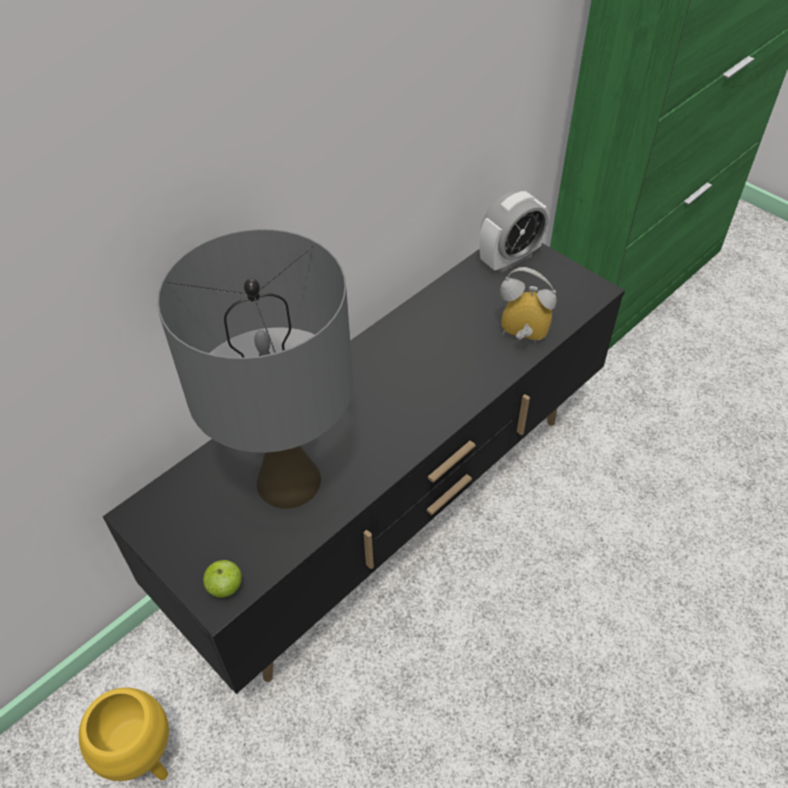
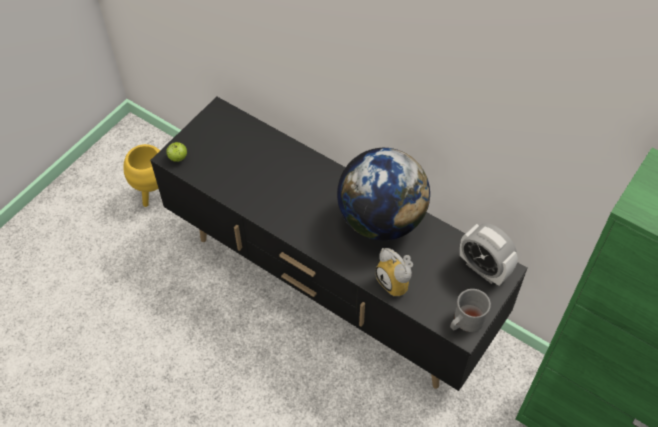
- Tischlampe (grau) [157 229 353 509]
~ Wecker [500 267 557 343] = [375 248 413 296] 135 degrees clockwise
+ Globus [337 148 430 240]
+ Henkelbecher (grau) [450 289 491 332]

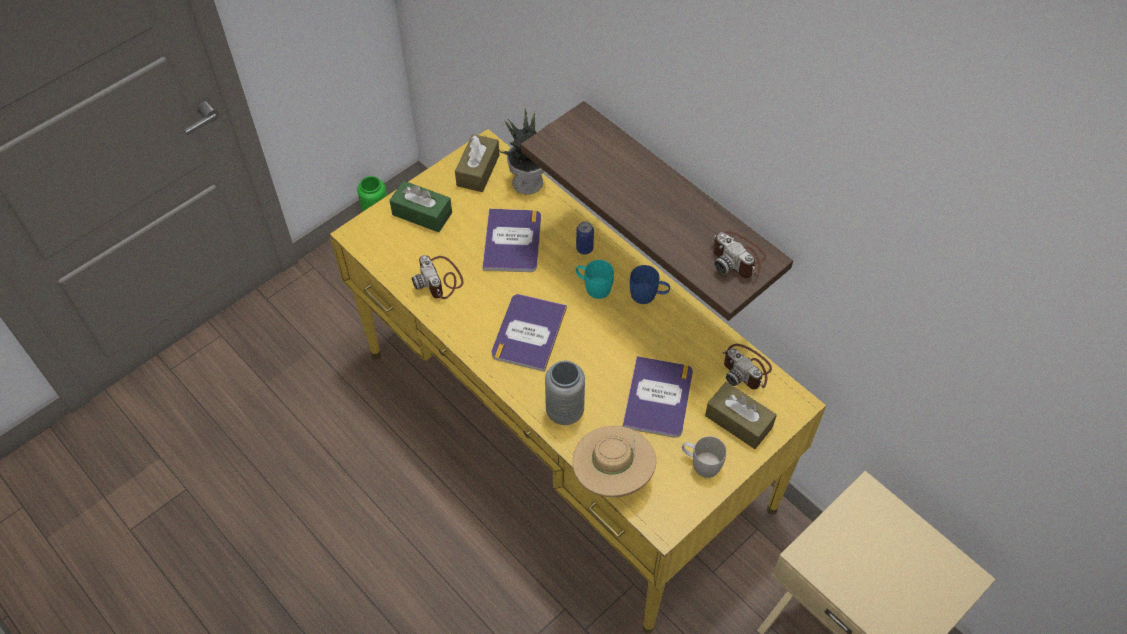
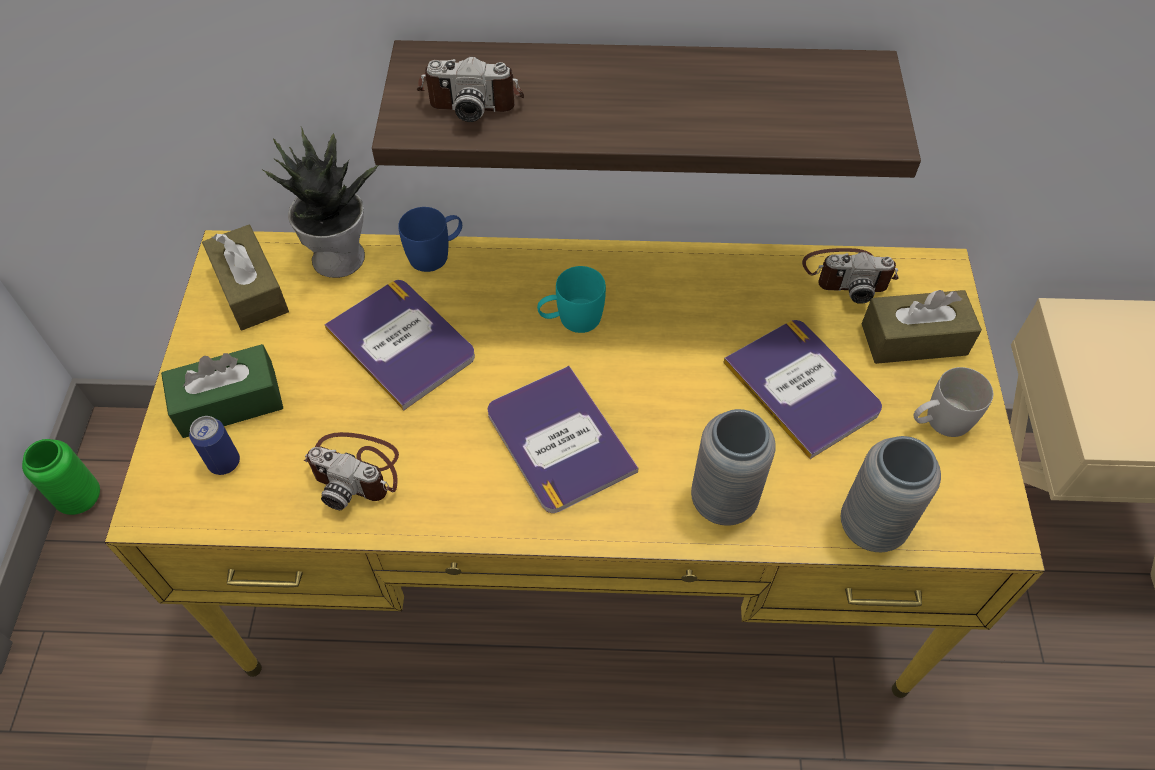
~ Dose [576 221 594 255] to [189 416 240 475]
~ Kamera [713 231 766 278] to [416 57 524 122]
~ Henkelbecher (blau) [630 265 670 304] to [398 207 462 272]
~ Hut (beige) [572 426 656 497] to Vase (grau) [841 436 941 552]

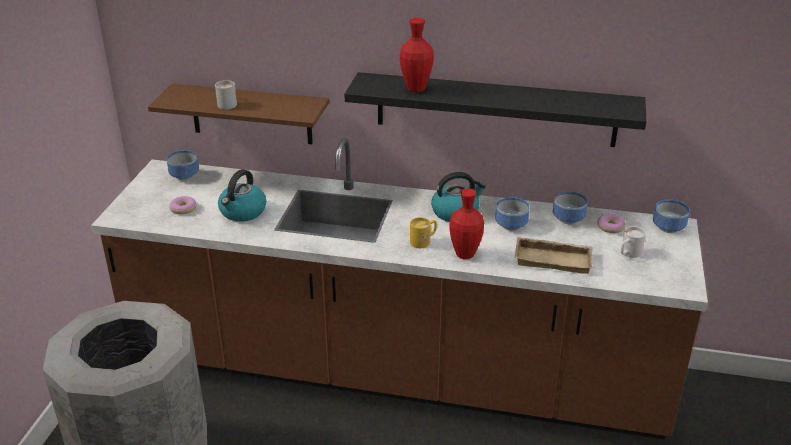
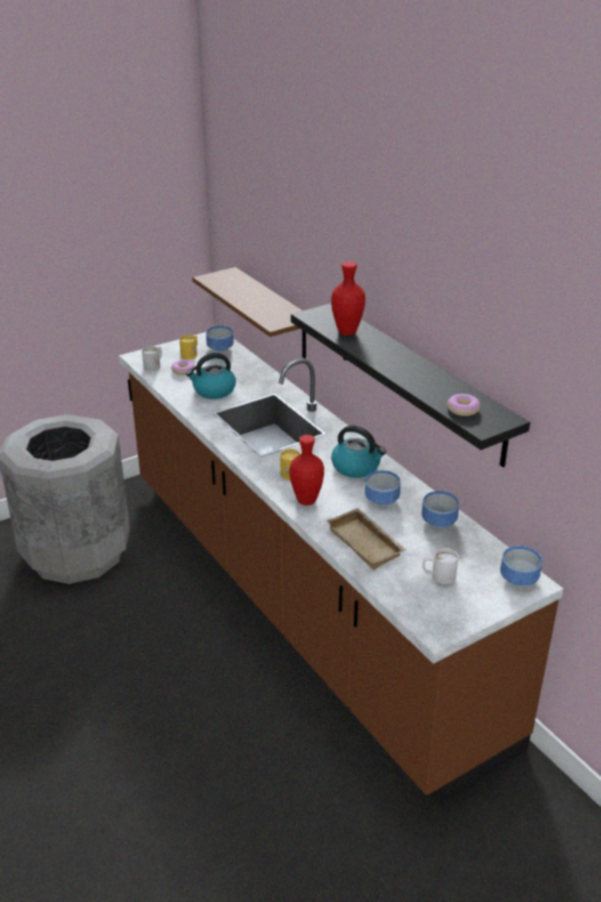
~ Henkelbecher (weiß) [215 80 237 109] to [142 346 162 371]
~ Donut [597 214 626 233] to [447 394 480 416]
+ Henkelbecher (gelb) [179 335 198 360]

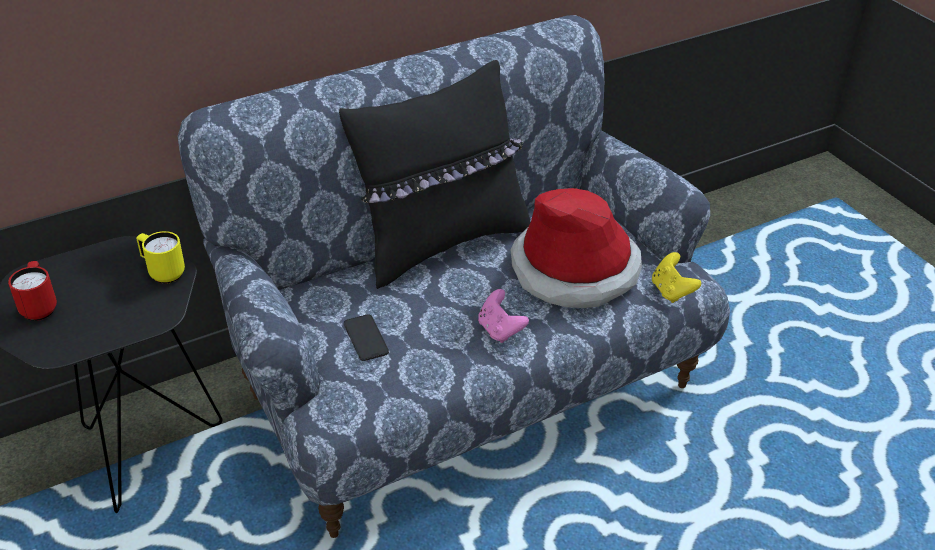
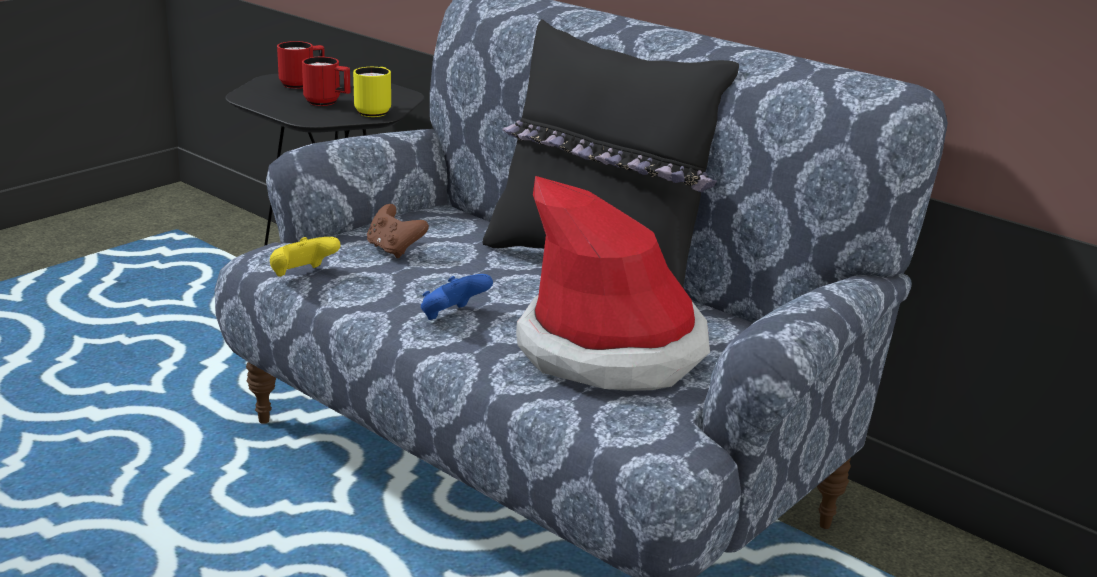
~ Gamepad (gelb) [652 252 701 303] to [270 237 341 277]
~ Gamepad (rosa) [478 289 529 343] to Gamepad (blau) [421 274 493 320]
~ Handy [344 314 389 361] to Gamepad (braun) [367 204 429 258]
+ Henkelbecher (rot) [302 57 351 106]

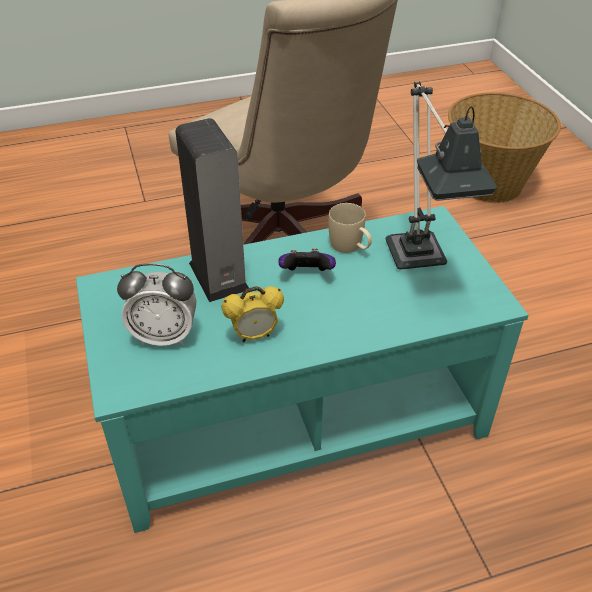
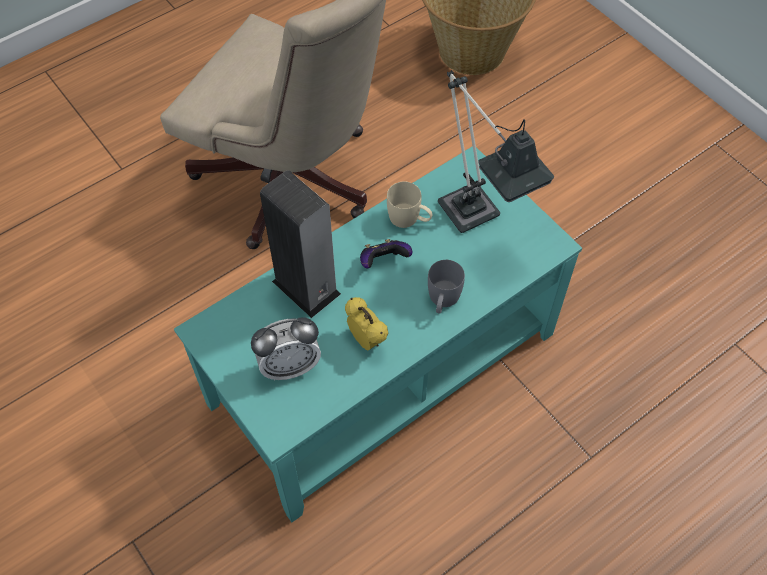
~ Wecker [221 286 284 342] = [345 297 388 351] 90 degrees counterclockwise
+ Henkelbecher (grau) [428 260 465 314]

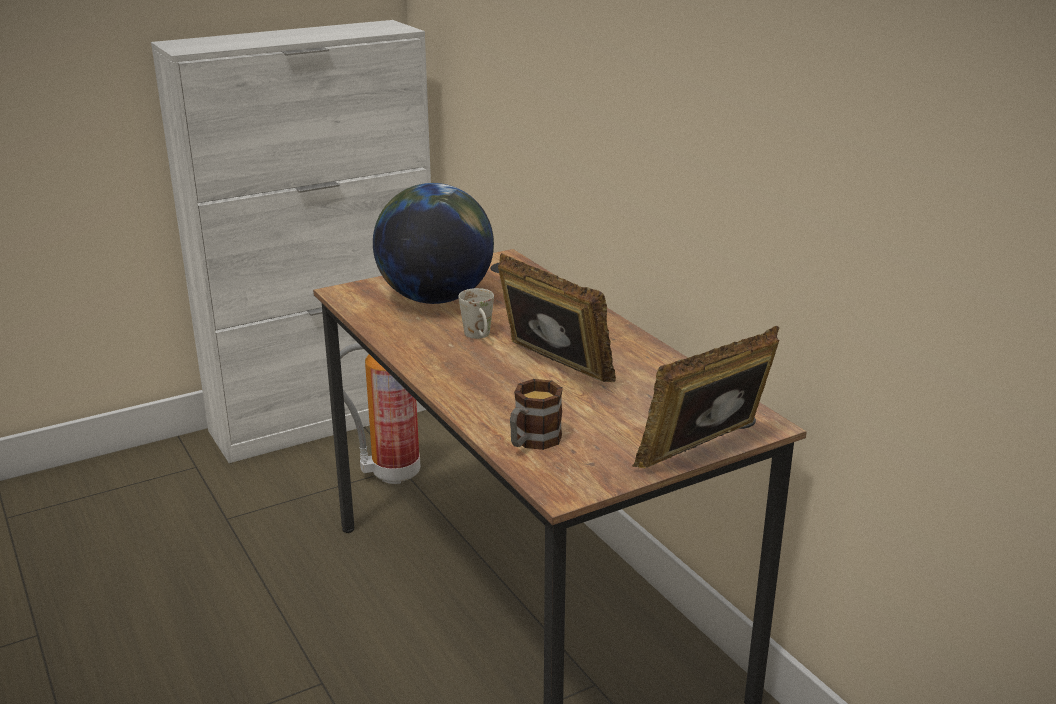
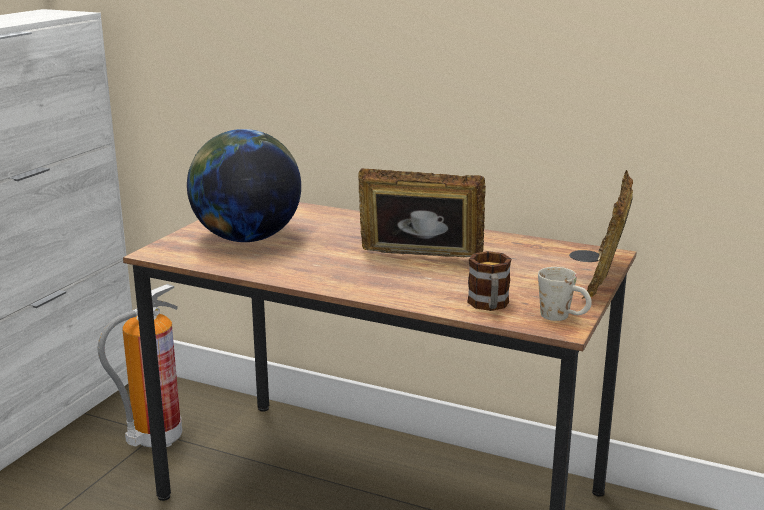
~ Henkelbecher (weiß) [458 288 494 339] to [538 267 592 321]

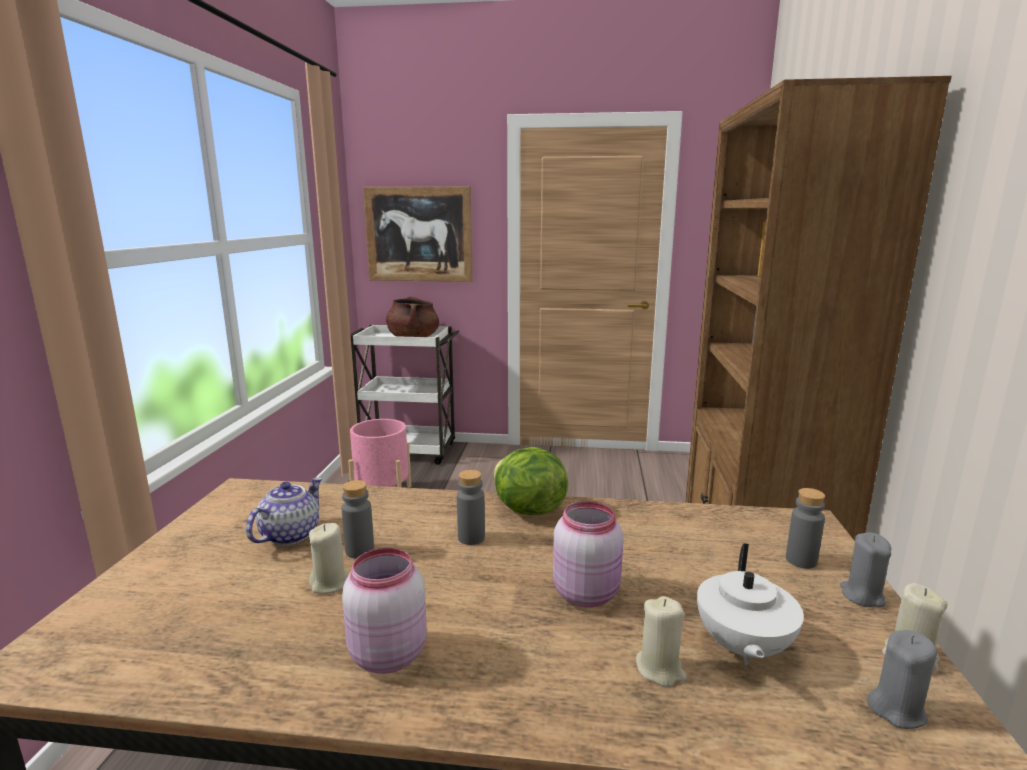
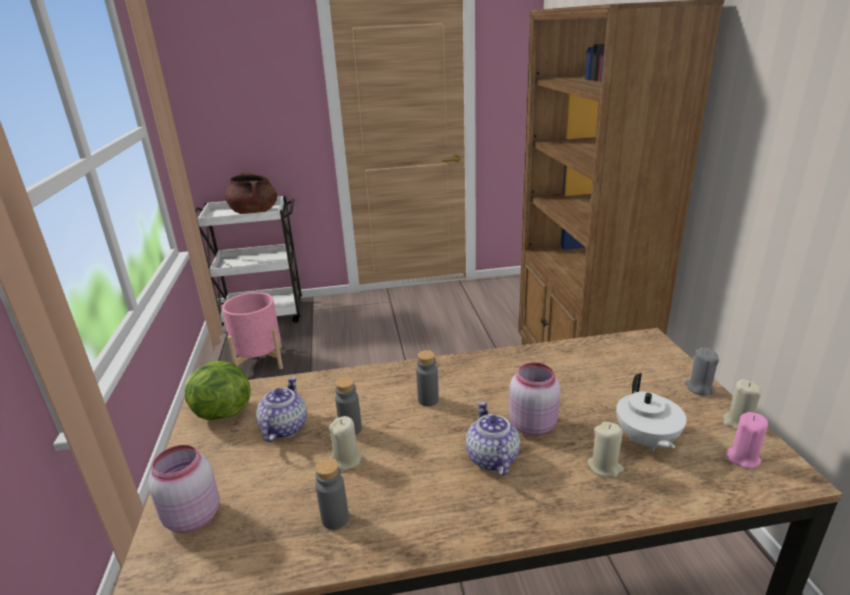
- Bild [363 186 473 282]
~ Salatkopf [494 447 568 515] to [185 361 251 420]
~ Flasche (grau) [786 488 825 569] to [315 458 349 530]
~ Vorratsglas (rosa) [342 548 427 674] to [148 445 220 533]
~ Kerze (grau) [867 630 937 729] to Kerze (rosa) [726 412 768 469]
+ Teekanne [466 401 520 476]

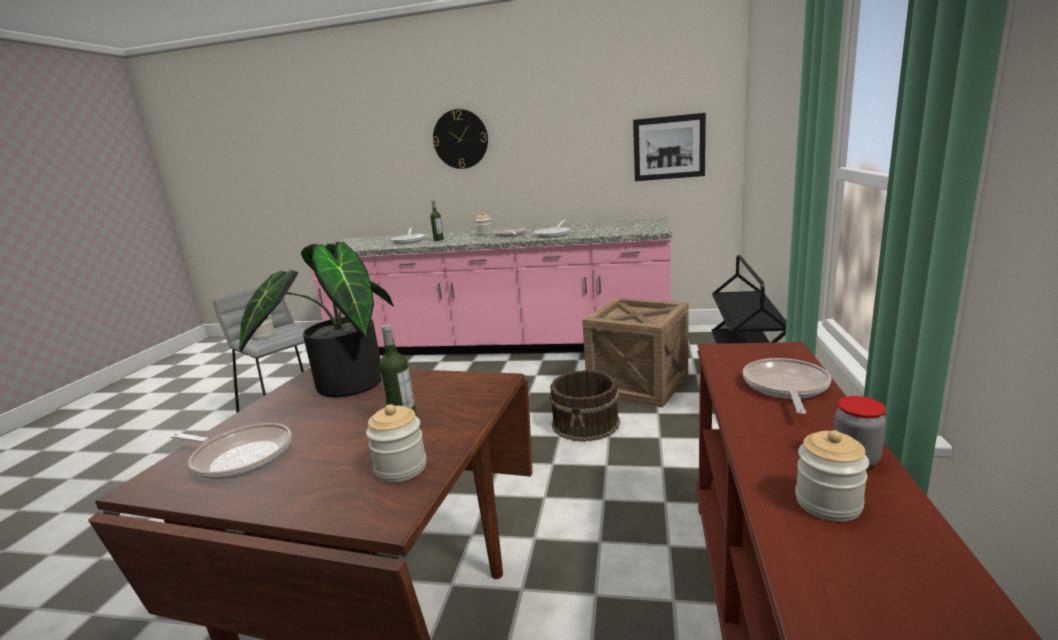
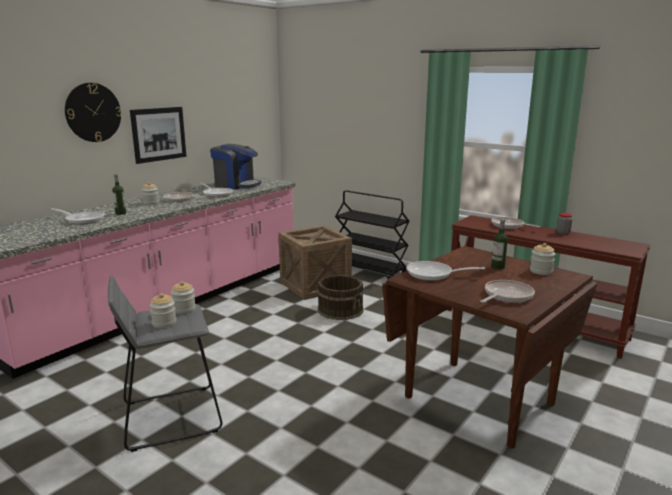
~ Bild [633 113 706 181] to [130 107 186 164]
~ Topfpflanze [239 242 394 398] to Pfanne [406 261 485 281]
~ Vorratsglas [795 430 869 522] to [171 281 196 314]
+ Kaffeemaschine [210 144 262 190]

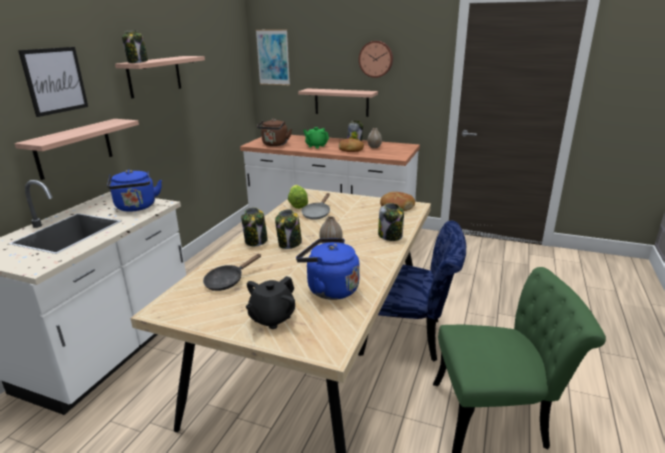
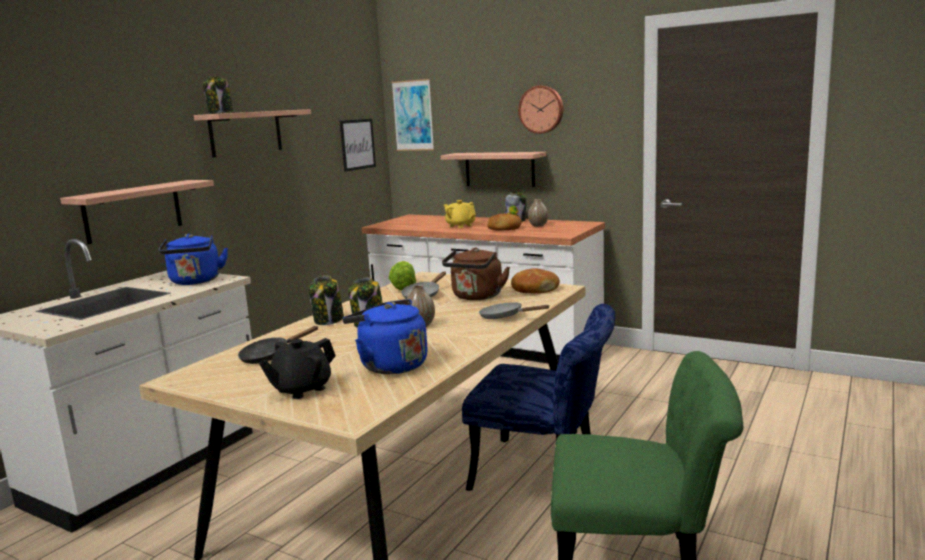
~ Bild [18 47 88 117] to [340 119 376 172]
~ Wasserkessel (braun) [257 119 292 146] to [442 248 510 300]
~ Teekanne (grün) [303 127 329 148] to Teekanne (gelb) [444 200 476 228]
~ Vorratsglas [378 203 404 241] to Pfanne (grau) [479 302 550 319]

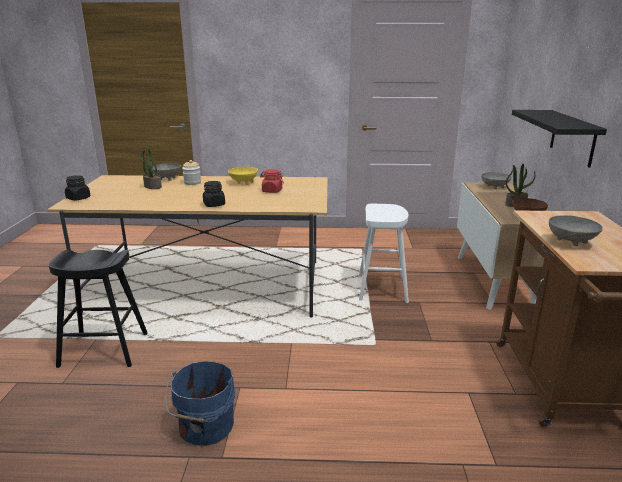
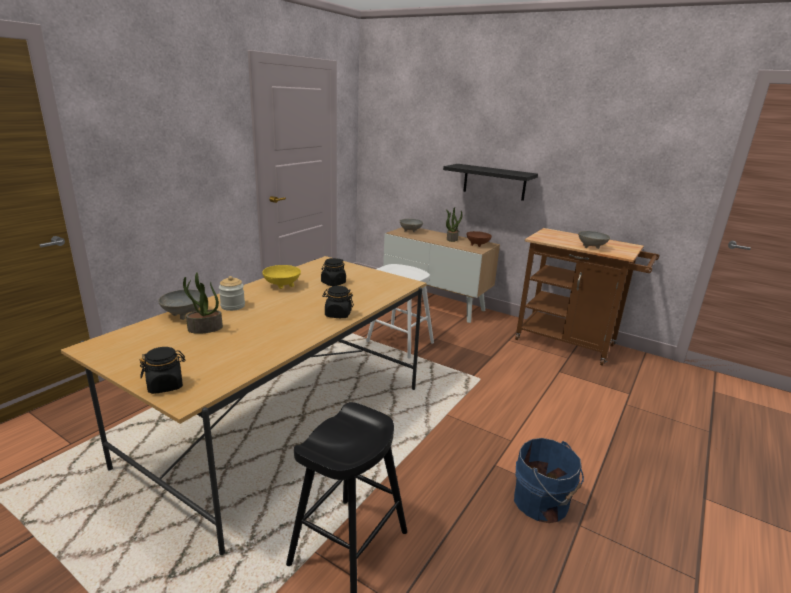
~ Vorratsglas (rot) [260 169 284 193] to Vorratsglas (schwarz) [321 258 346 286]

